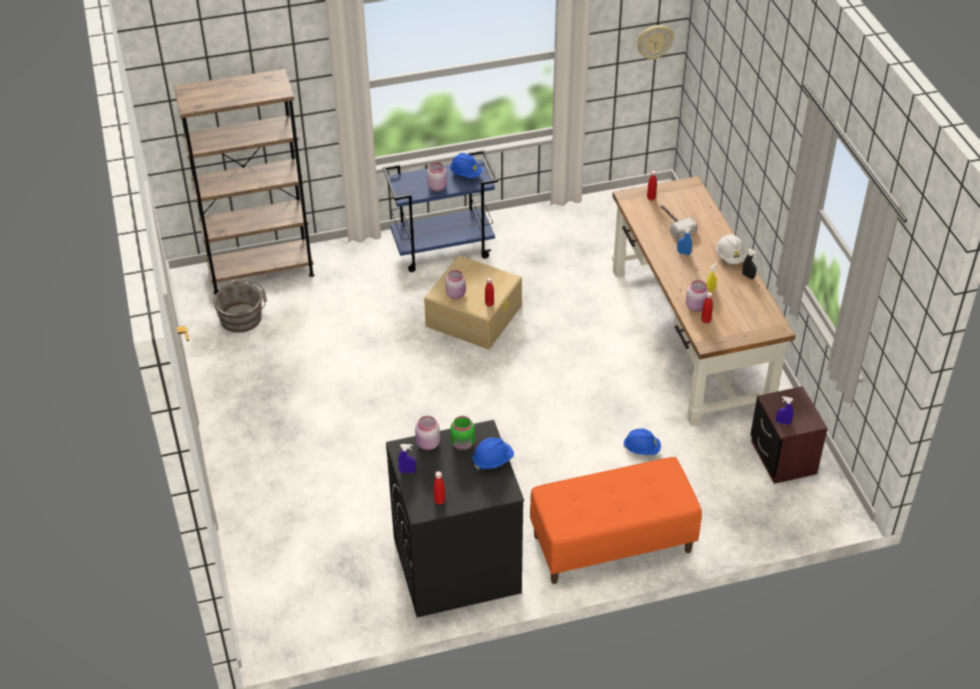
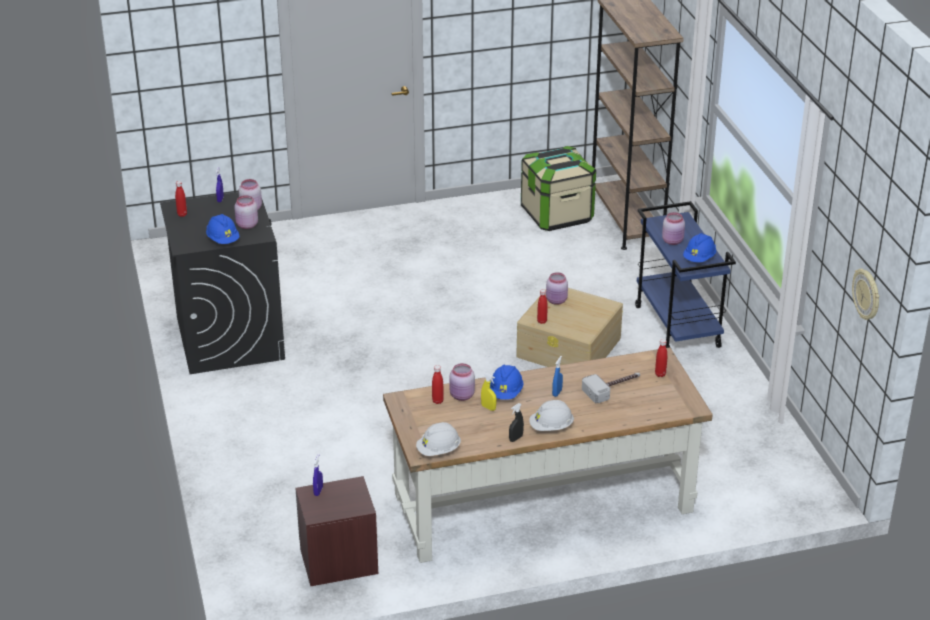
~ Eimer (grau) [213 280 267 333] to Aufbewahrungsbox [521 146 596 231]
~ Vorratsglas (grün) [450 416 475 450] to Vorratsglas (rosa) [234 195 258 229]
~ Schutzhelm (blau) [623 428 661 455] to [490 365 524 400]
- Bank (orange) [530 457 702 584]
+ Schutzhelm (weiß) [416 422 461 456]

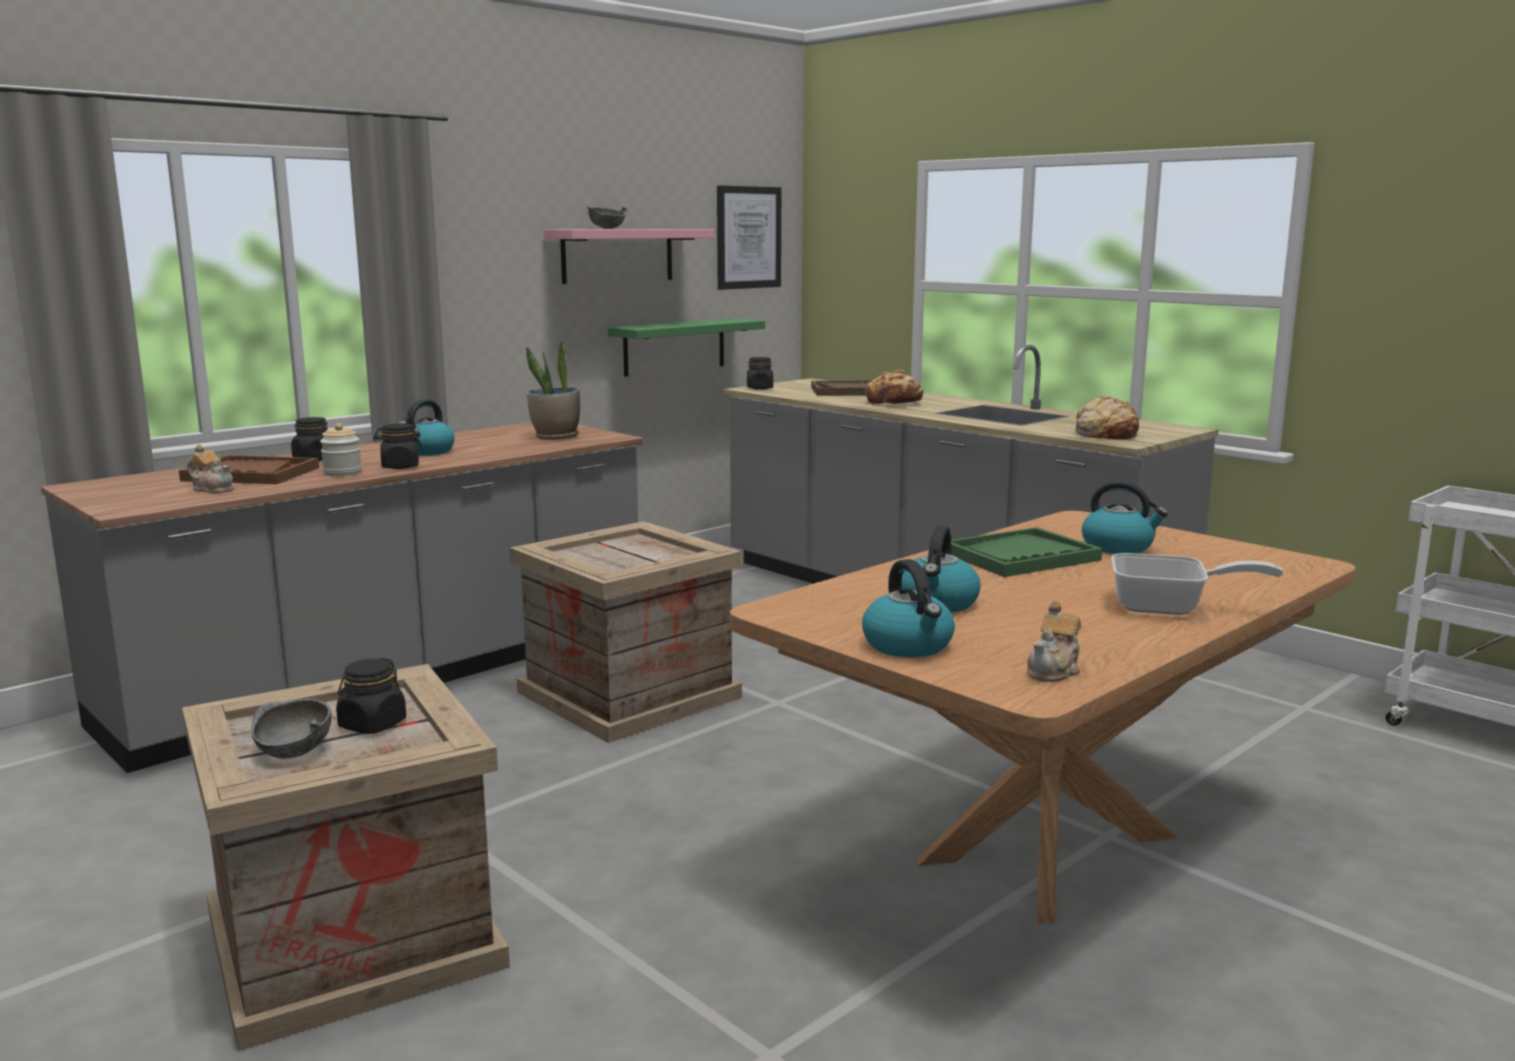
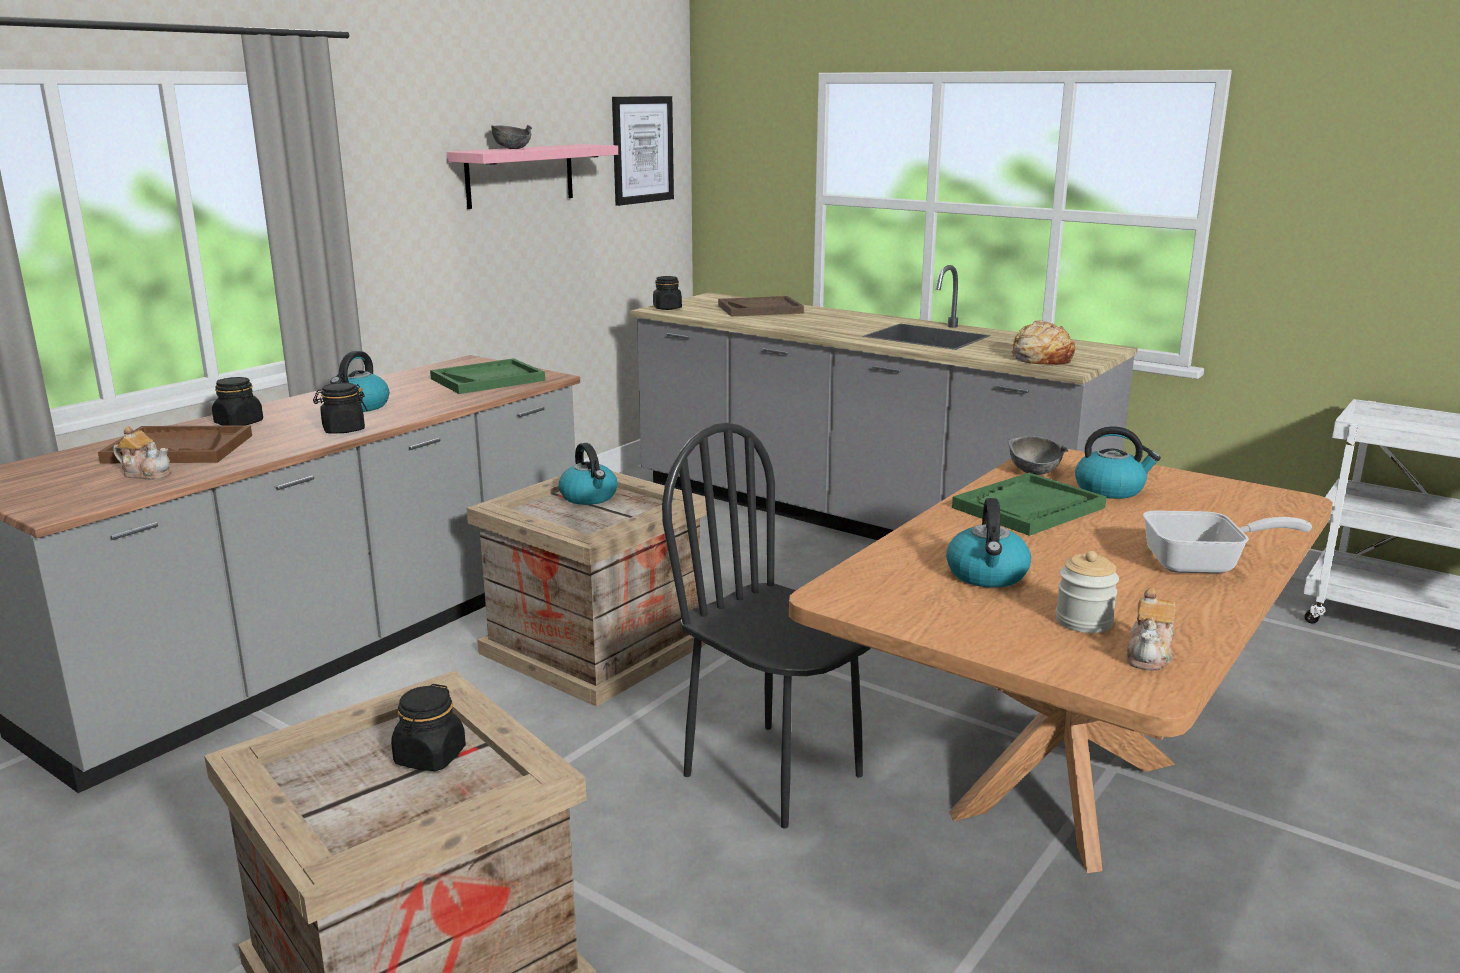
- Wandregal (grün) [608 318 765 377]
~ Topfpflanze [526 340 580 440] to Tablett (grün) [430 358 545 394]
- Brot [864 370 923 405]
~ Vorratsglas [320 423 362 477] to [1056 551 1119 633]
~ Wasserkessel [862 559 955 657] to [559 443 617 505]
~ Schüssel (grau) [251 699 332 759] to [1008 436 1068 475]
+ Stuhl (schwarz) [662 422 871 829]

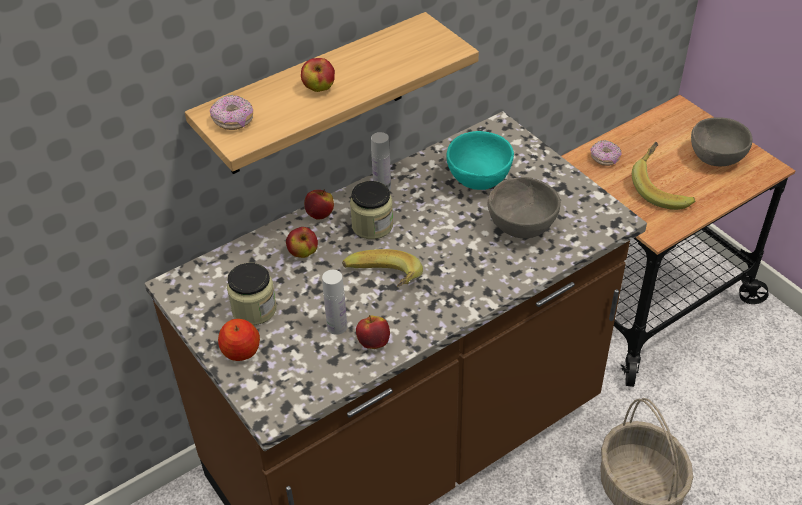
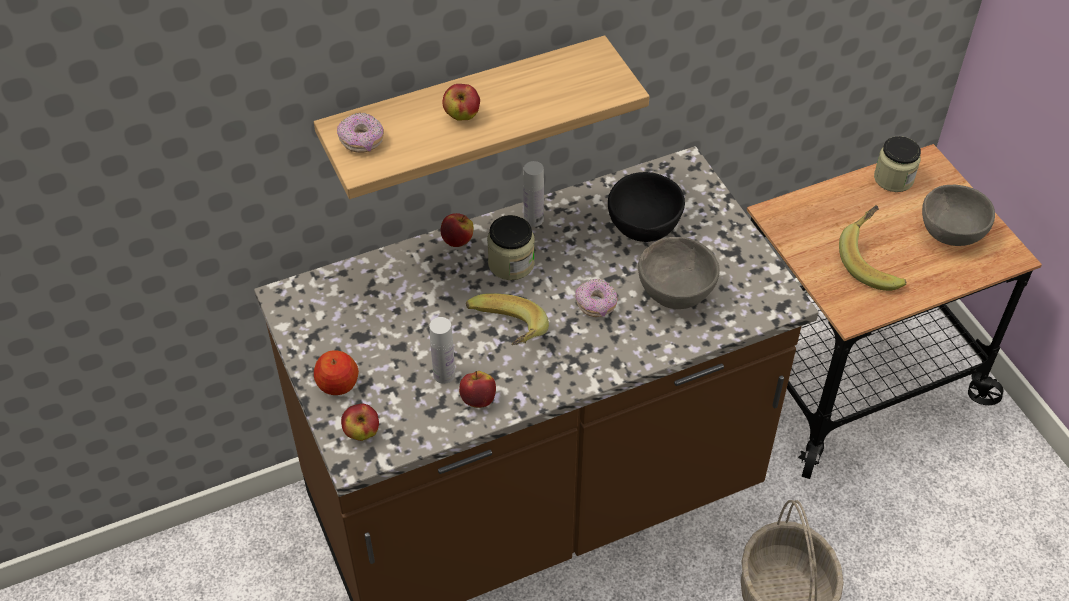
~ Schüssel (türkis) [446 131 514 190] to Schüssel (schwarz) [608 172 685 242]
~ Donut [590 140 622 166] to [575 278 618 317]
~ Apfel [286 227 318 258] to [341 403 379 441]
~ Vorratsglas [227 263 277 325] to [874 136 921 192]

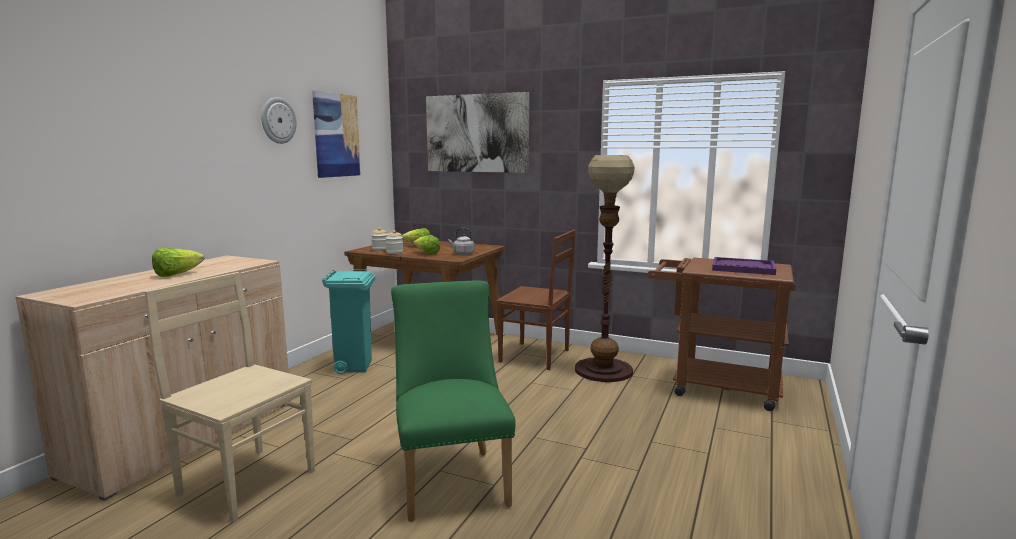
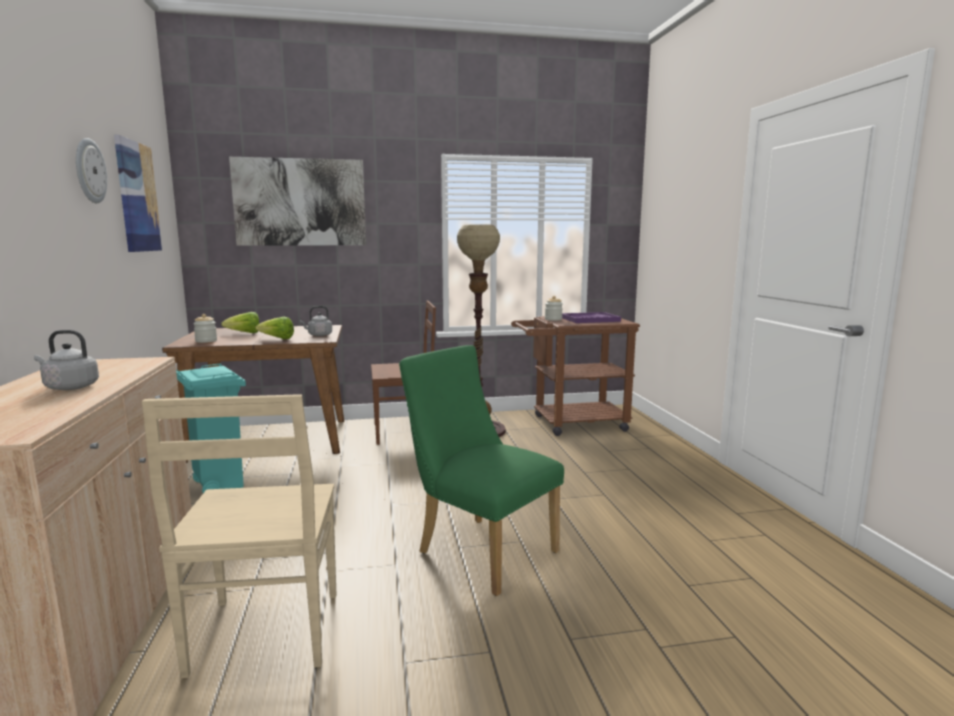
~ Vorratsglas [386 230 403 254] to [545 296 563 321]
~ Salatkopf [152 248 204 277] to Wasserkessel (grau) [34 330 99 390]
~ Stuhl (beige) [145 272 315 523] = [142 394 337 678] 90 degrees counterclockwise

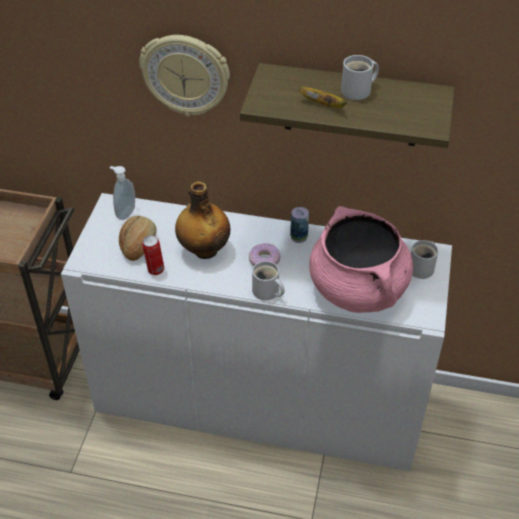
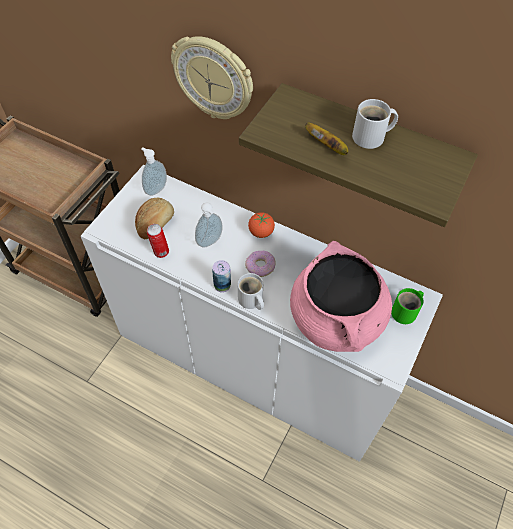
~ Flasche [175 181 230 259] to Seifenspender [195 203 223 248]
~ Dose [290 207 309 243] to [212 260 231 293]
~ Henkelbecher (weiß) [411 240 438 279] to Henkelbecher (grün) [391 288 424 324]
+ Tomate [248 212 275 238]

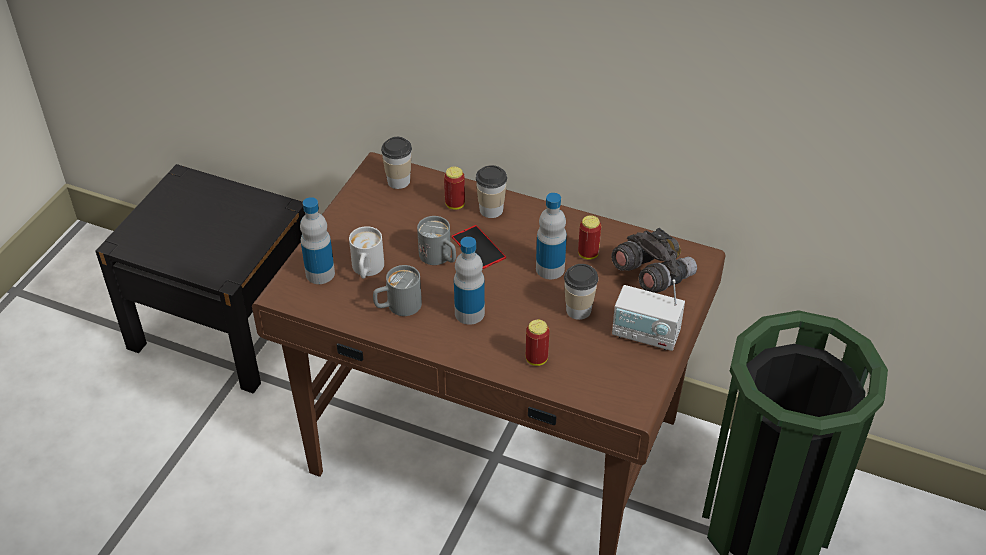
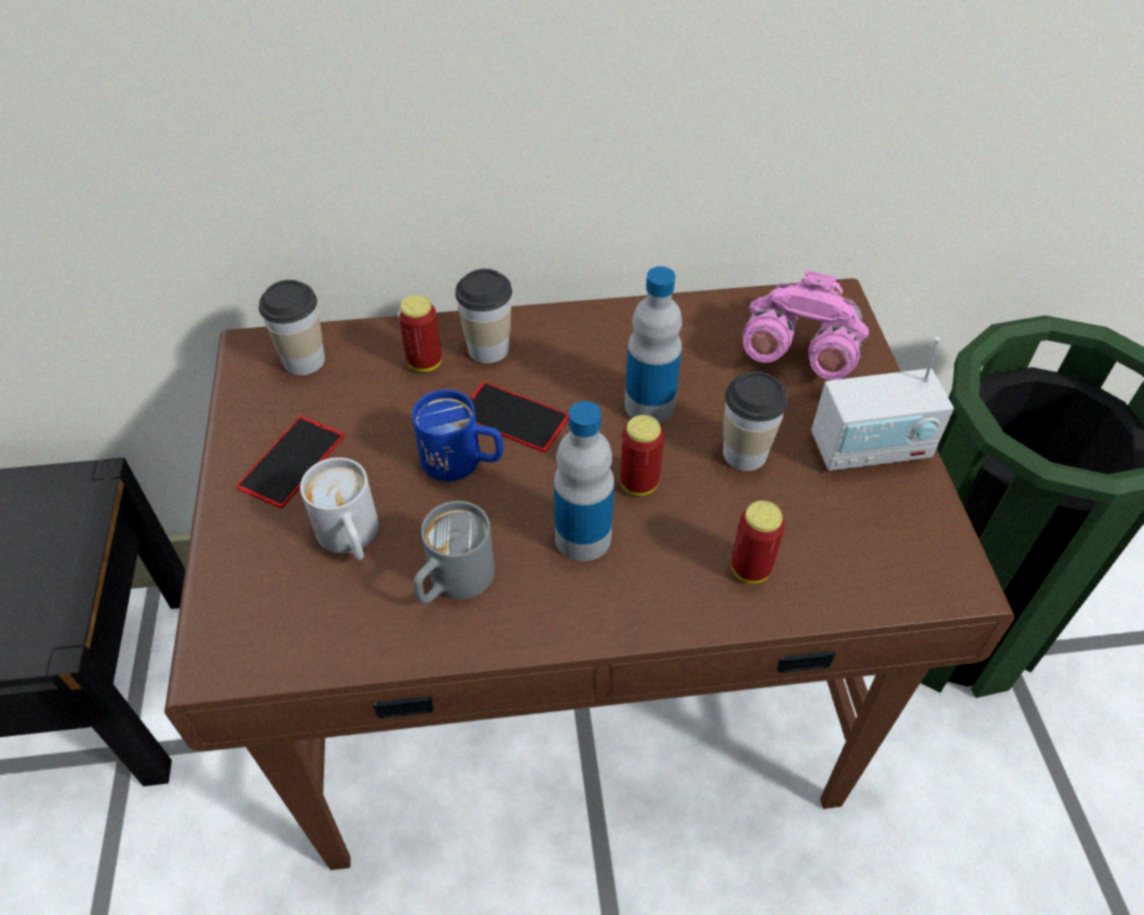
- Flasche [300 197 335 284]
~ Henkelbecher (grau) [417 216 456 265] to Henkelbecher (blau) [412 389 503 481]
~ Dose [578 216 601 260] to [620 415 664 496]
~ Fernglas (grau) [611 228 697 293] to Fernglas (rosa) [742 270 869 380]
+ Handy [236 416 344 509]

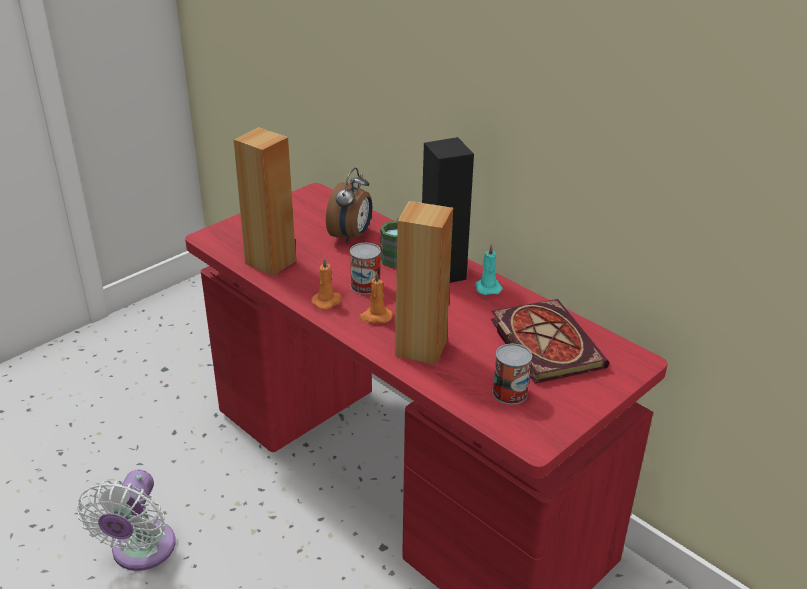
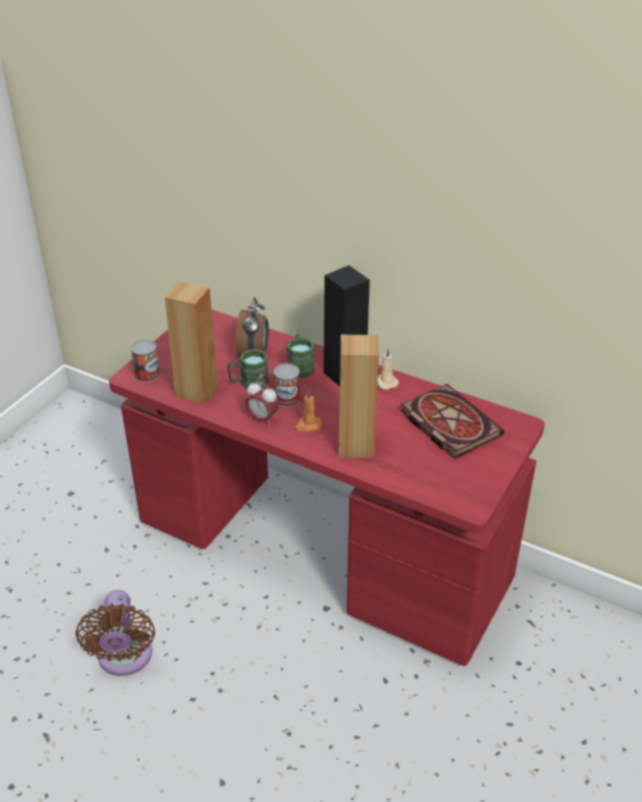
~ Kerze (türkis) [475 244 503 295] to Kerze (beige) [378 348 399 390]
~ Kerze (orange) [311 257 342 309] to Wecker [245 381 279 426]
~ Dose [492 344 532 405] to [131 339 160 382]
~ Ventilator (weiß) [77 469 175 571] to Ventilator (braun) [75 590 155 676]
+ Henkelbecher (grün) [227 349 269 389]

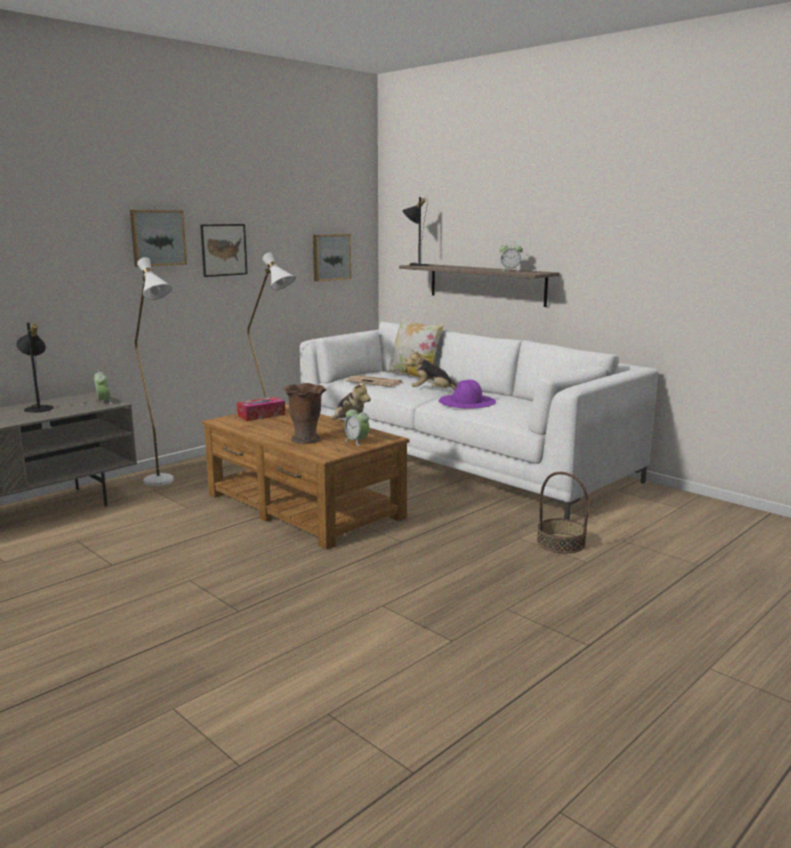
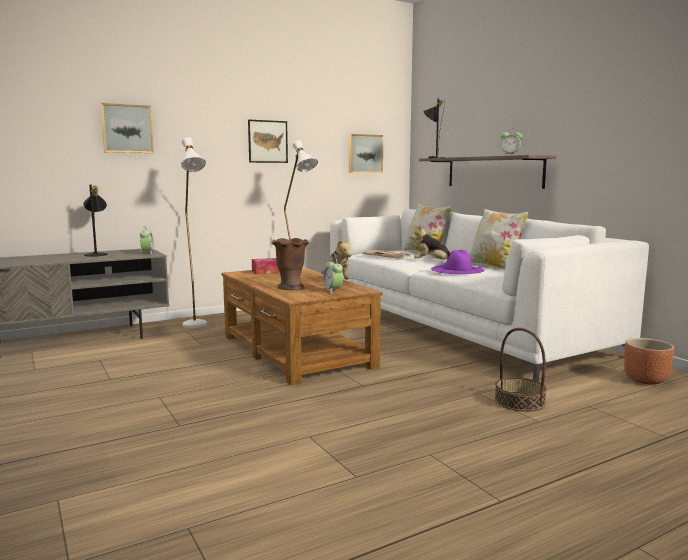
~ Bild [130 210 187 267] to [101 103 154 153]
+ Kissen [470 208 530 270]
+ Pflanzkübel (braun) [624 338 674 385]

